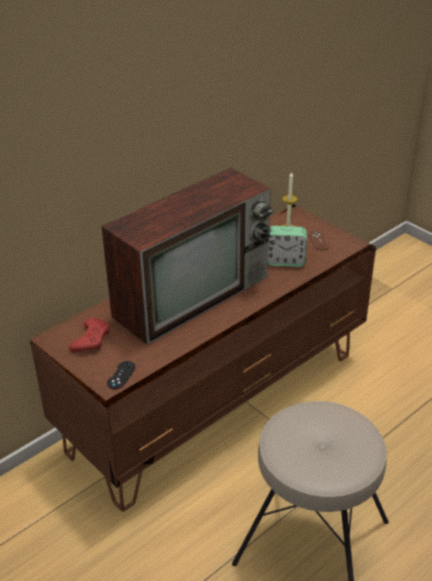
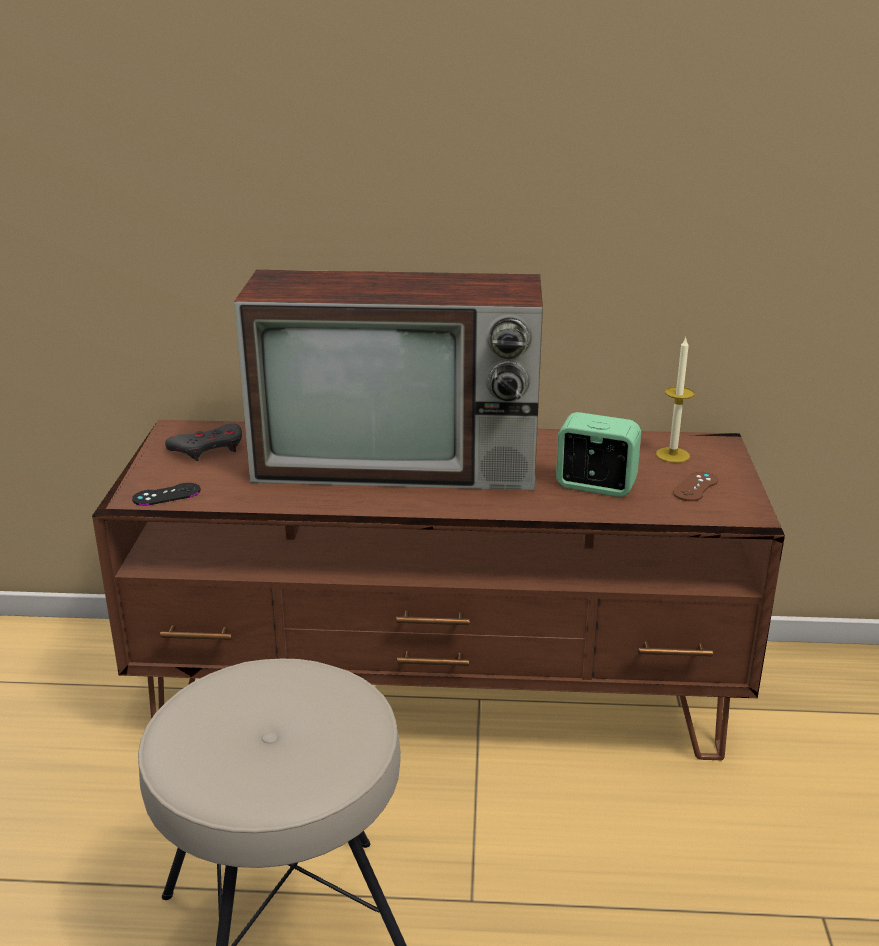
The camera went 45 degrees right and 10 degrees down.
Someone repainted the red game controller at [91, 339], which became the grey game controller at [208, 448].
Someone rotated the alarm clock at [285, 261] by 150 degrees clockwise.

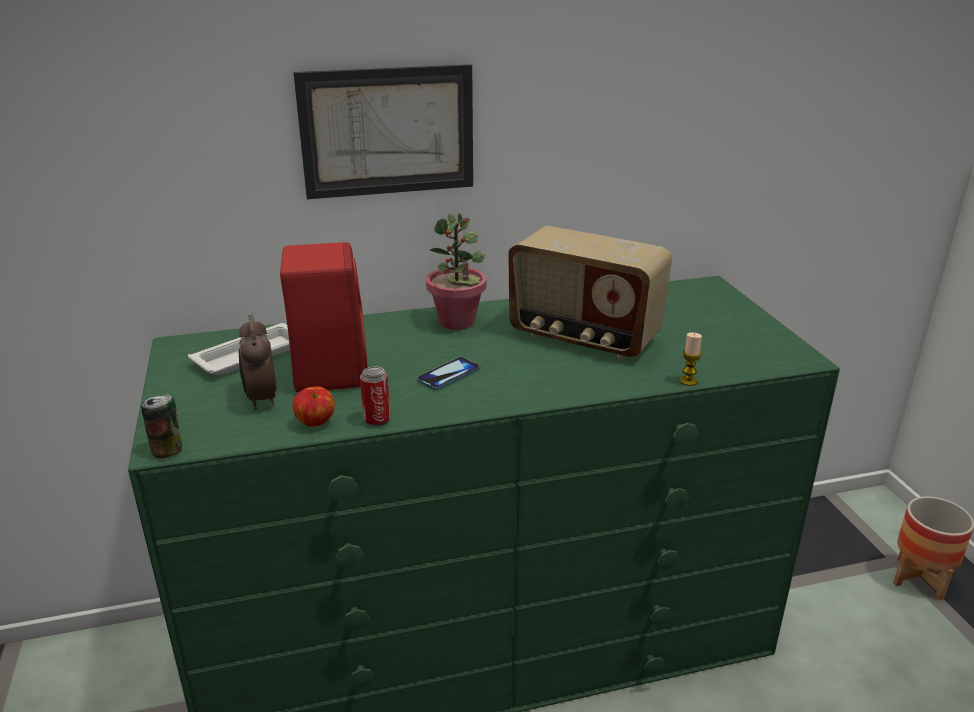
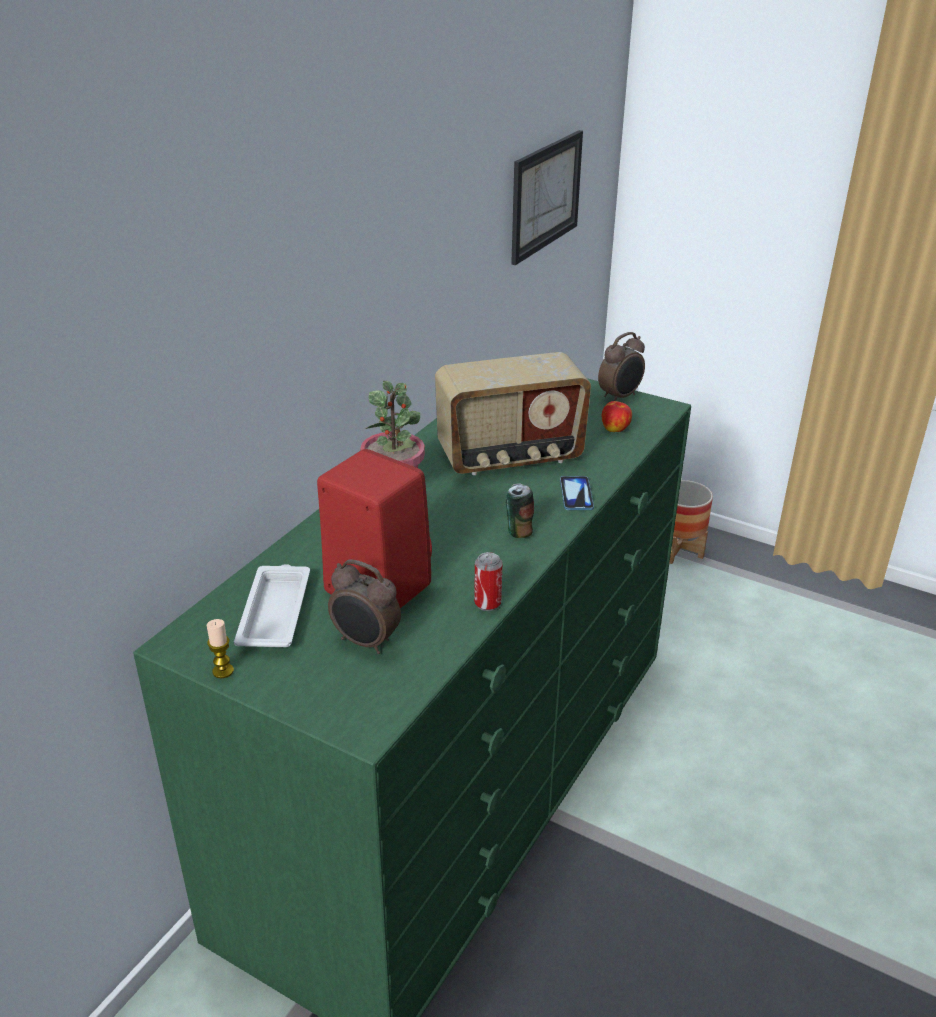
The camera went 45 degrees left and 5 degrees up.
Someone carried the can from [168, 450] to [518, 531].
Someone carried the apple from [316, 423] to [615, 429].
Someone carried the picture from [387, 131] to [545, 195].
Someone carried the phone from [448, 375] to [576, 494].
Someone carried the candle from [688, 381] to [223, 671].
Someone put down the alarm clock at [620, 397].

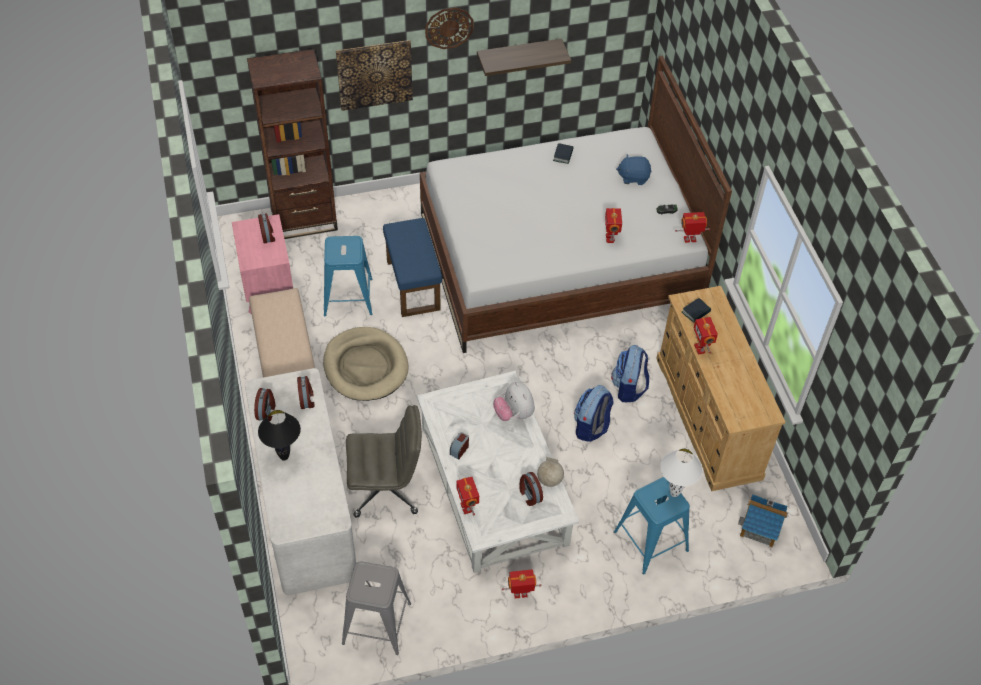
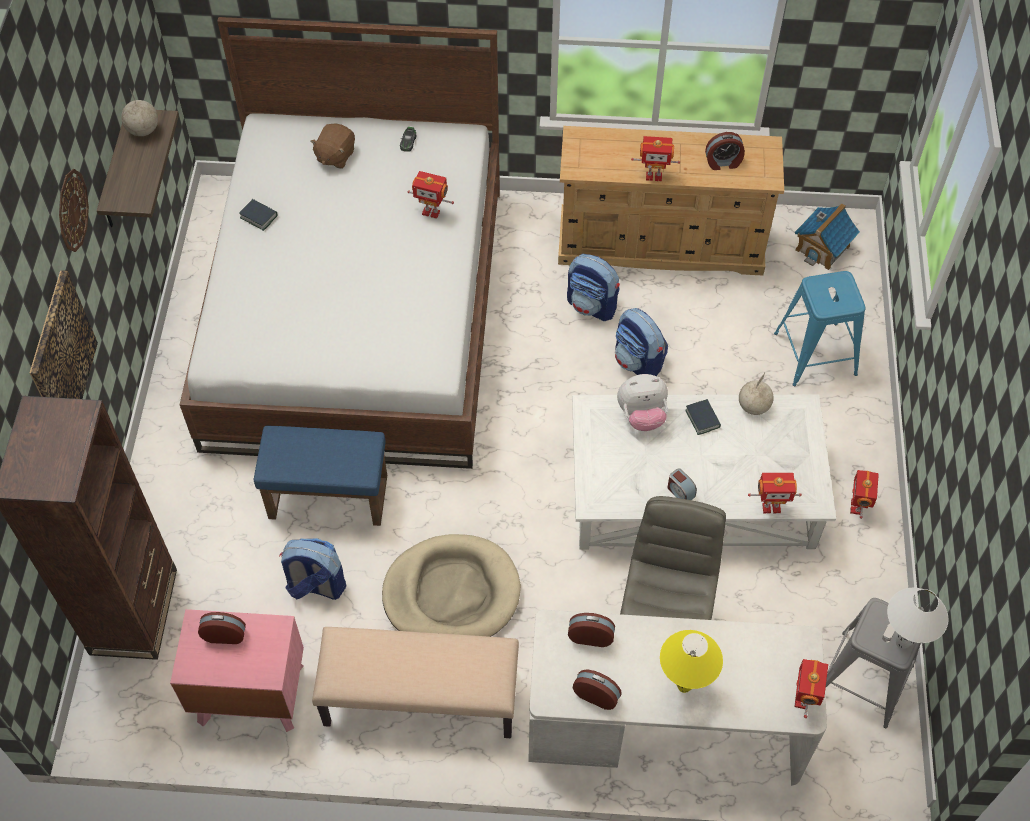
The camera went 70 degrees left and 5 degrees up.
Someone repainted the black table lamp at [284, 457], which became the yellow table lamp at [684, 686].
Someone swapped the blue stool at [348, 297] for the backpack at [315, 585].
Someone carried the alarm clock from [529, 495] to [723, 163].
Someone repainted the blue plush toy at [633, 177], which became the brown plush toy at [335, 156].
Someone carried the white table lamp from [674, 494] to [902, 644].
Someone carried the toy robot from [690, 240] to [803, 699].
Someone carried the book from [696, 312] to [702, 419].
Someone put down the globe at [143, 130].

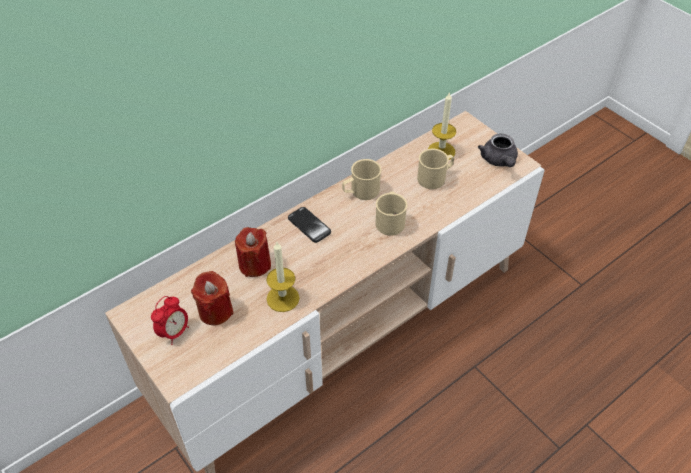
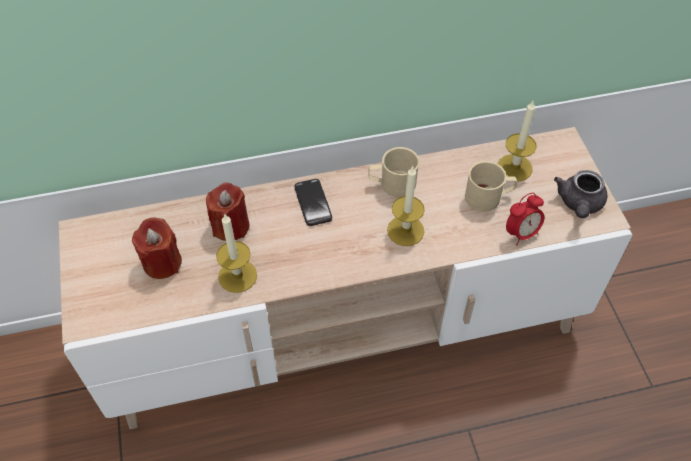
The camera went 25 degrees right and 5 degrees up.
Someone carried the alarm clock from [174, 332] to [521, 233].
Someone swapped the beige mug at [390, 220] for the candle at [405, 230].

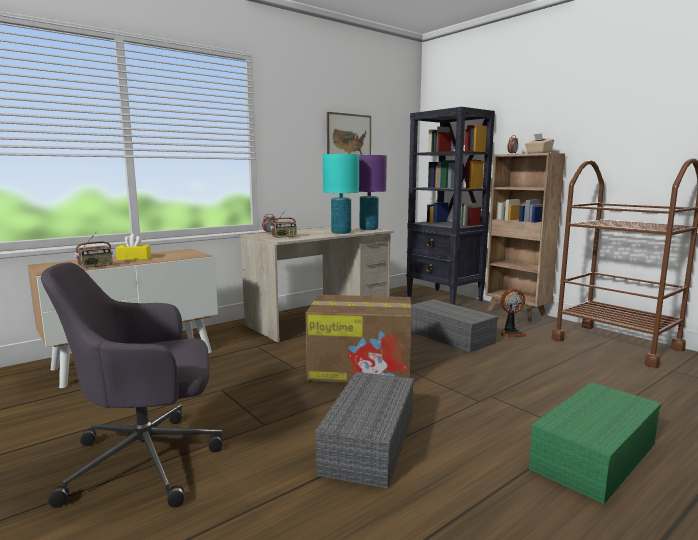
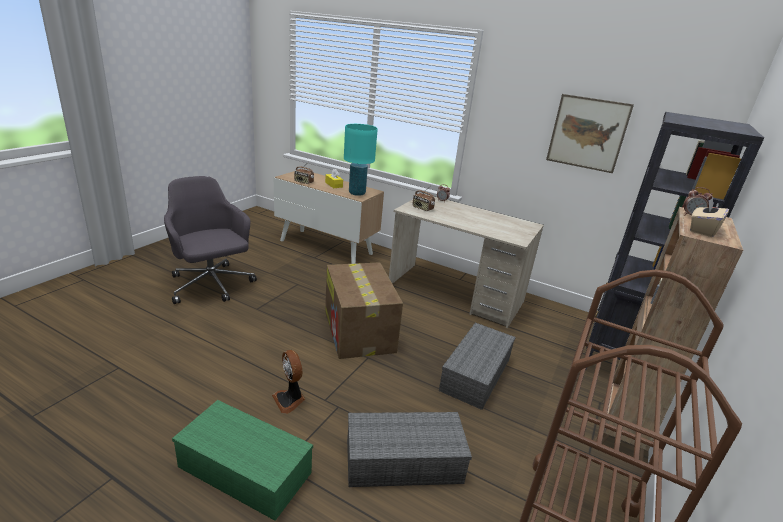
The camera went 65 degrees right and 15 degrees up.
Someone carried the grey storage box from [368, 441] to [405, 460].
Someone carried the turquoise table lamp from [341, 233] to [357, 193].
Someone took away the purple table lamp at [368, 229].
Someone carried the fan from [511, 333] to [290, 400].

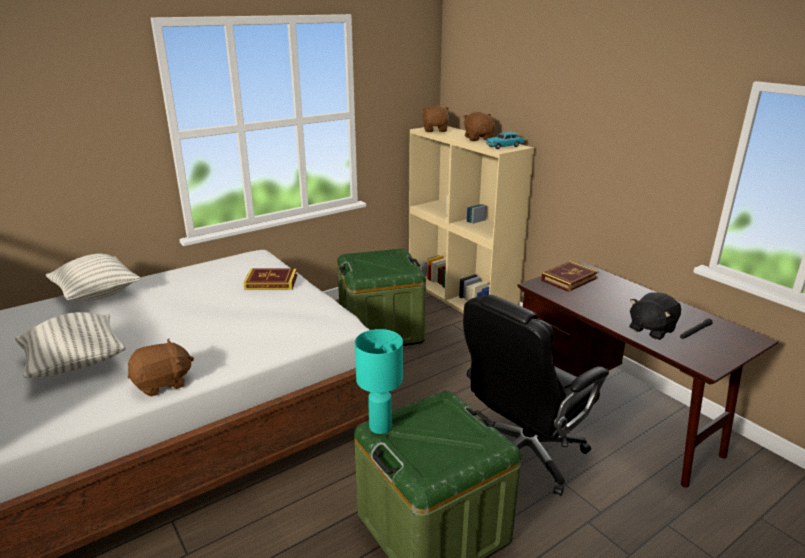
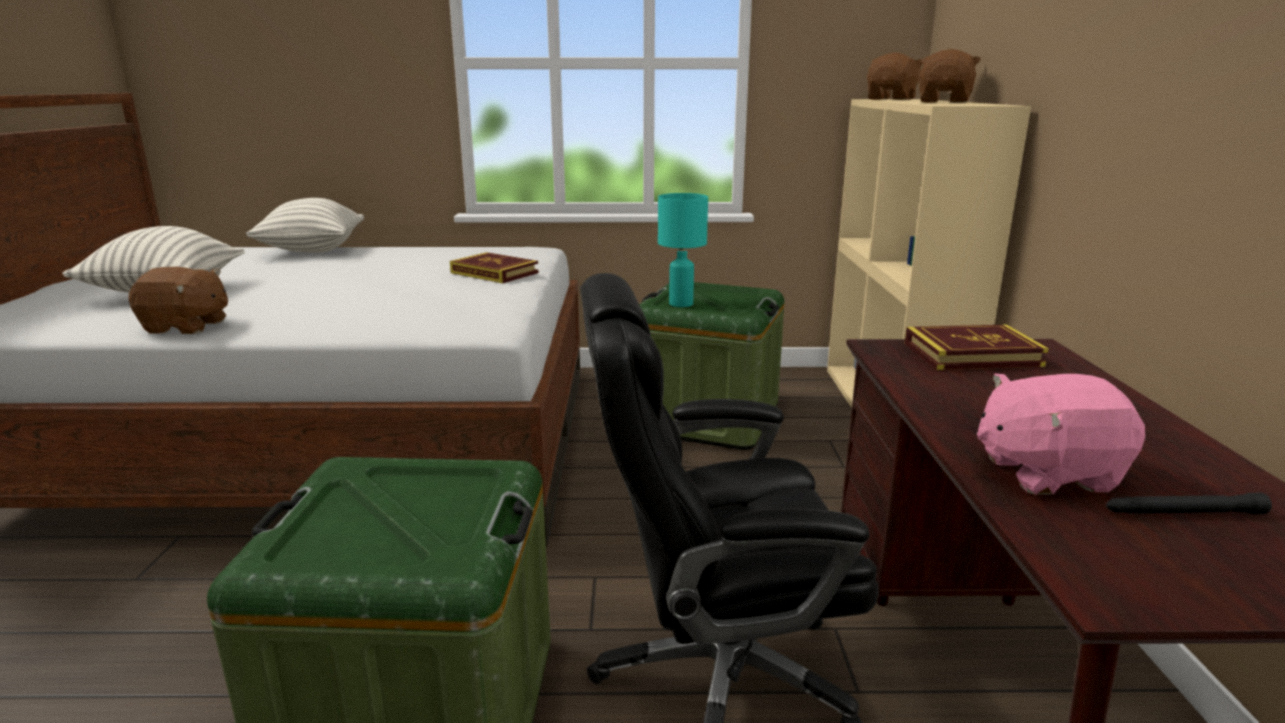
The camera went 35 degrees right and 5 degrees down.
Someone carried the turquoise table lamp from [380, 426] to [681, 303].
Someone took away the turquoise toy car at [504, 146].
Someone repainted the black plush toy at [651, 329], which became the pink plush toy at [1046, 472].

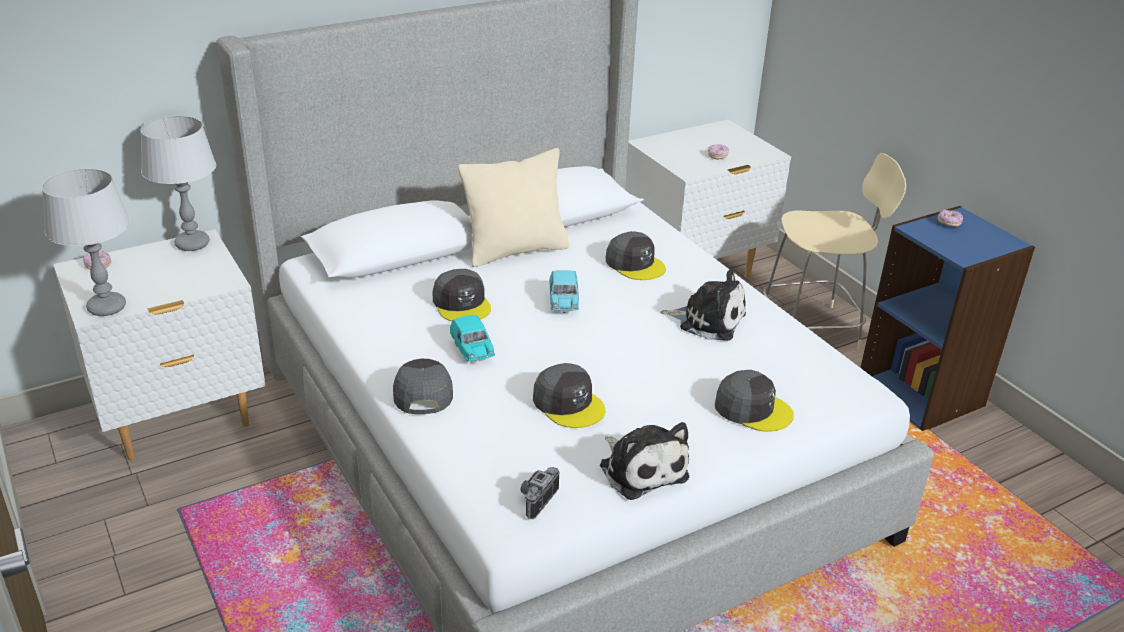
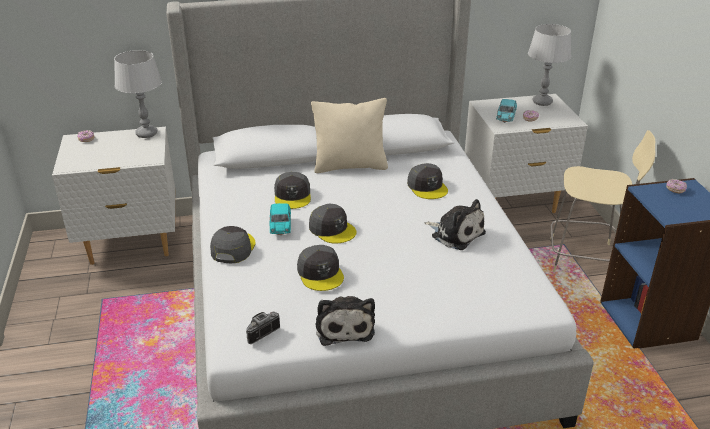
The camera went 20 degrees right and 0 degrees up.
Someone carried the grey table lamp from [106, 307] to [542, 102].
Someone carried the turquoise toy car from [563, 303] to [505, 118].
Someone carried the grey cap from [752, 409] to [332, 229].

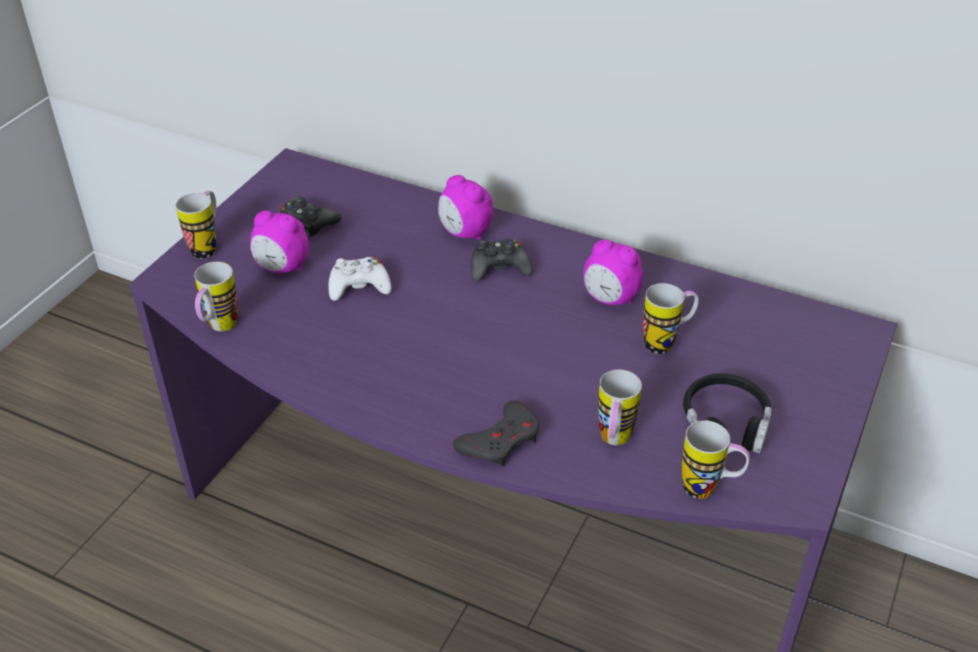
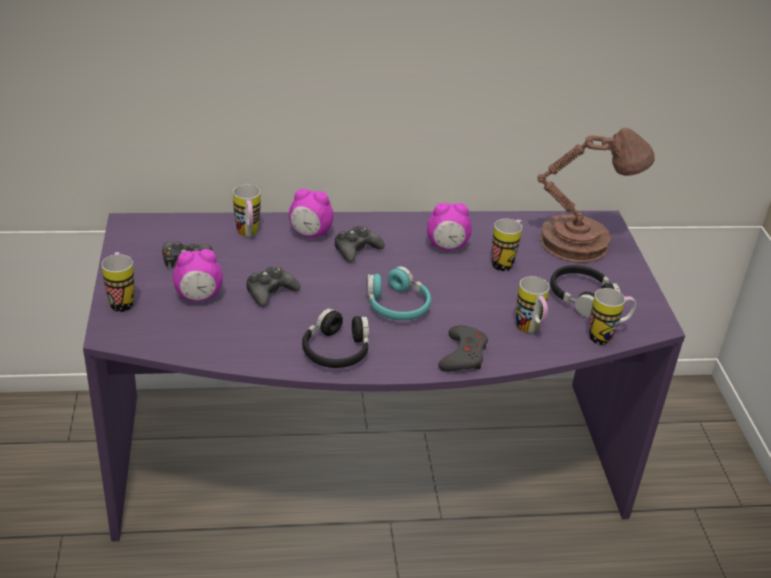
The camera went 35 degrees left and 5 degrees down.
Someone carried the mug from [219, 328] to [248, 235].
Someone repainted the white game controller at [359, 286], which became the black game controller at [270, 292].
Someone put down the black headphones at [336, 350].
Someone put down the turquoise headphones at [396, 305].
Someone put down the brown table lamp at [580, 243].

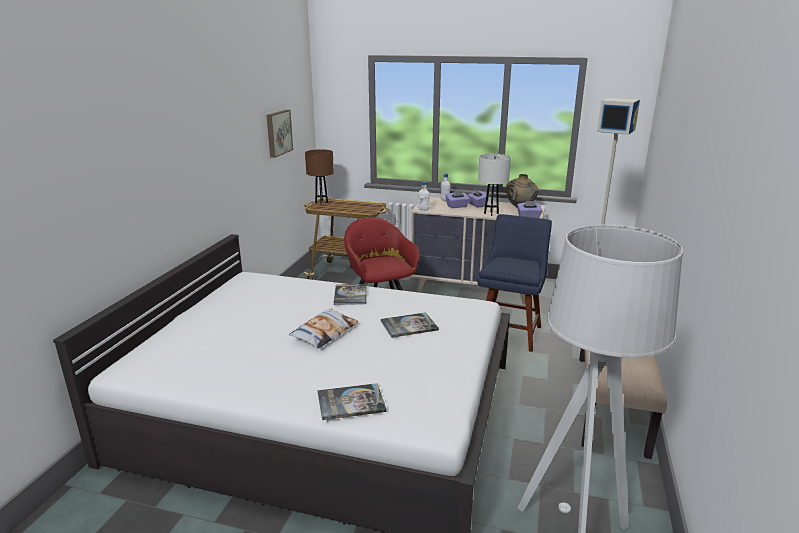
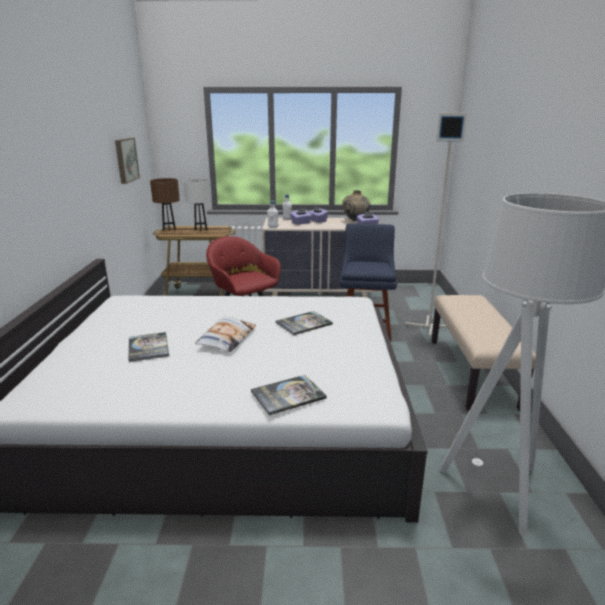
The camera went 15 degrees left and 0 degrees up.
Someone carried the book from [350, 295] to [148, 347].
Someone carried the white table lamp from [491, 213] to [201, 229].

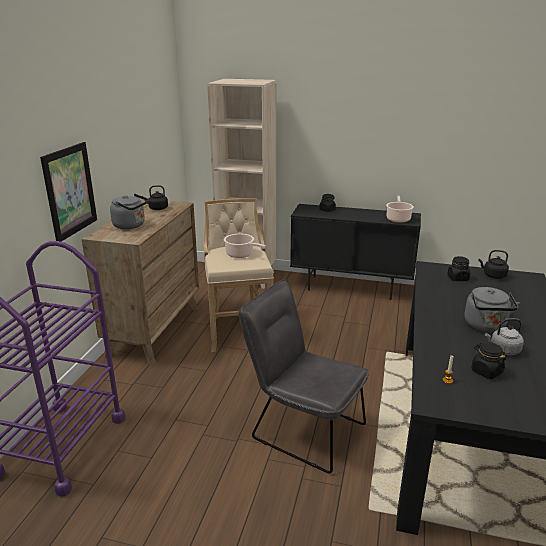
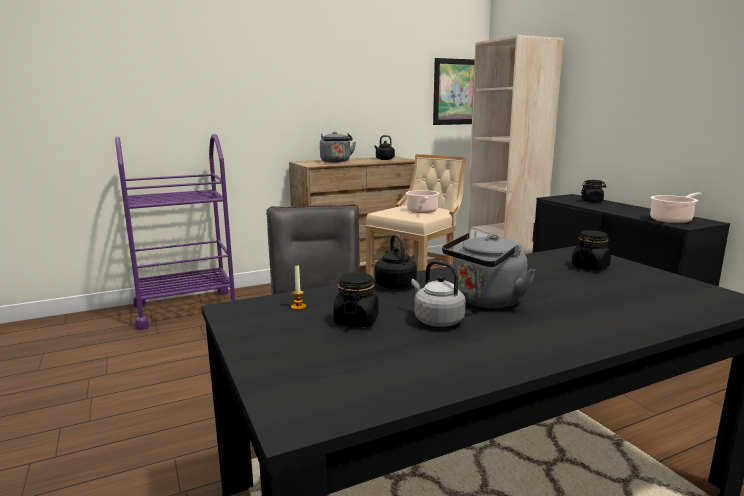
The camera went 50 degrees right and 10 degrees down.
Someone carried the picture from [70, 191] to [455, 92].
Someone carried the black kettle from [493, 275] to [394, 284].

